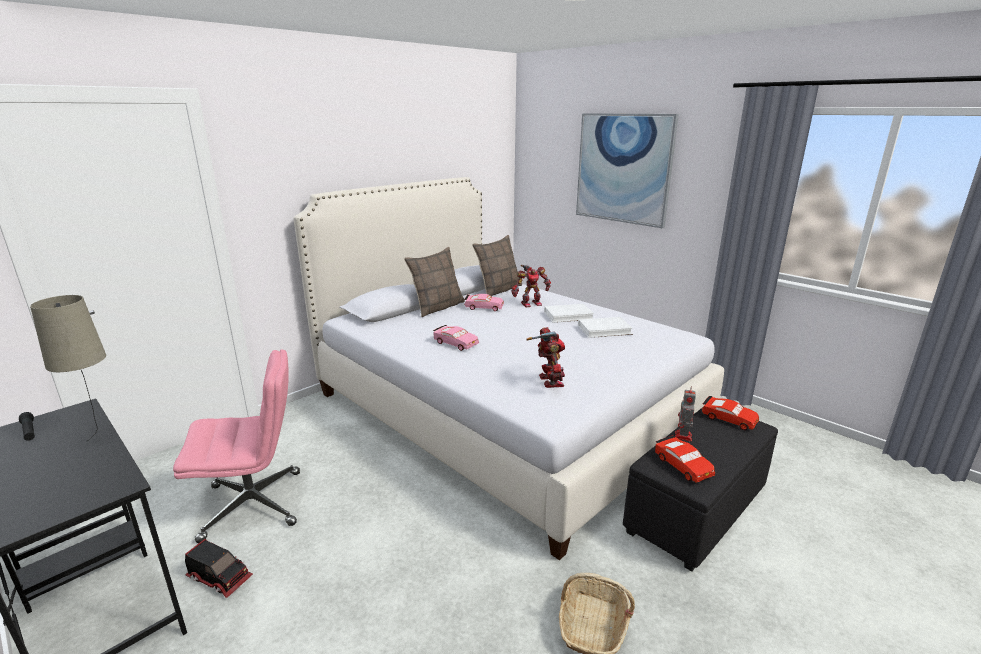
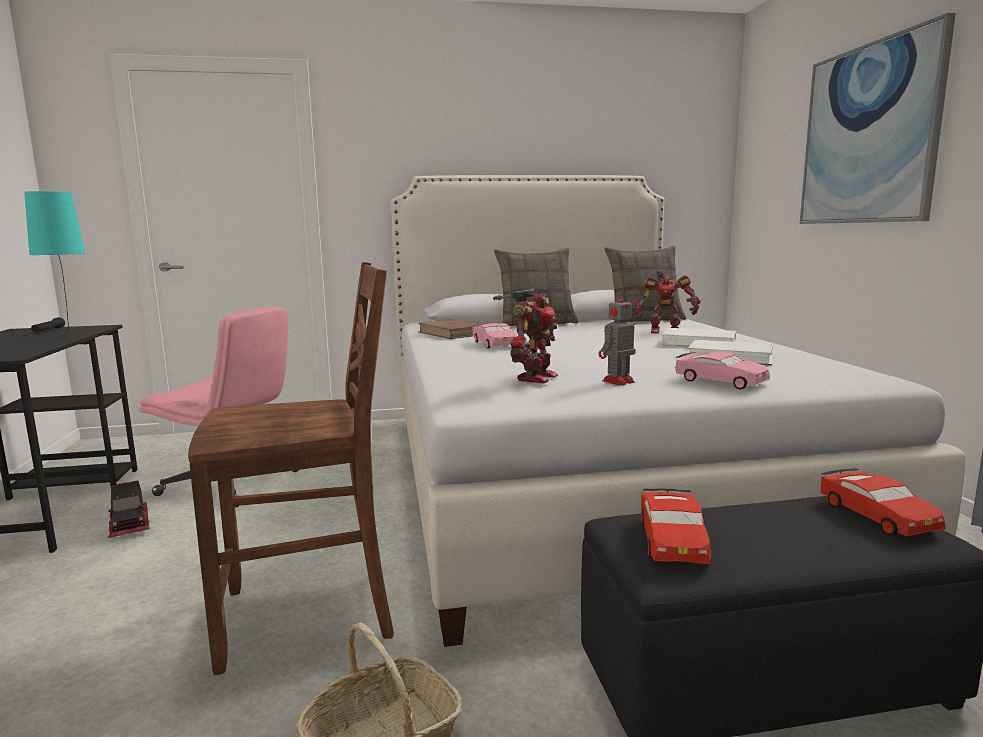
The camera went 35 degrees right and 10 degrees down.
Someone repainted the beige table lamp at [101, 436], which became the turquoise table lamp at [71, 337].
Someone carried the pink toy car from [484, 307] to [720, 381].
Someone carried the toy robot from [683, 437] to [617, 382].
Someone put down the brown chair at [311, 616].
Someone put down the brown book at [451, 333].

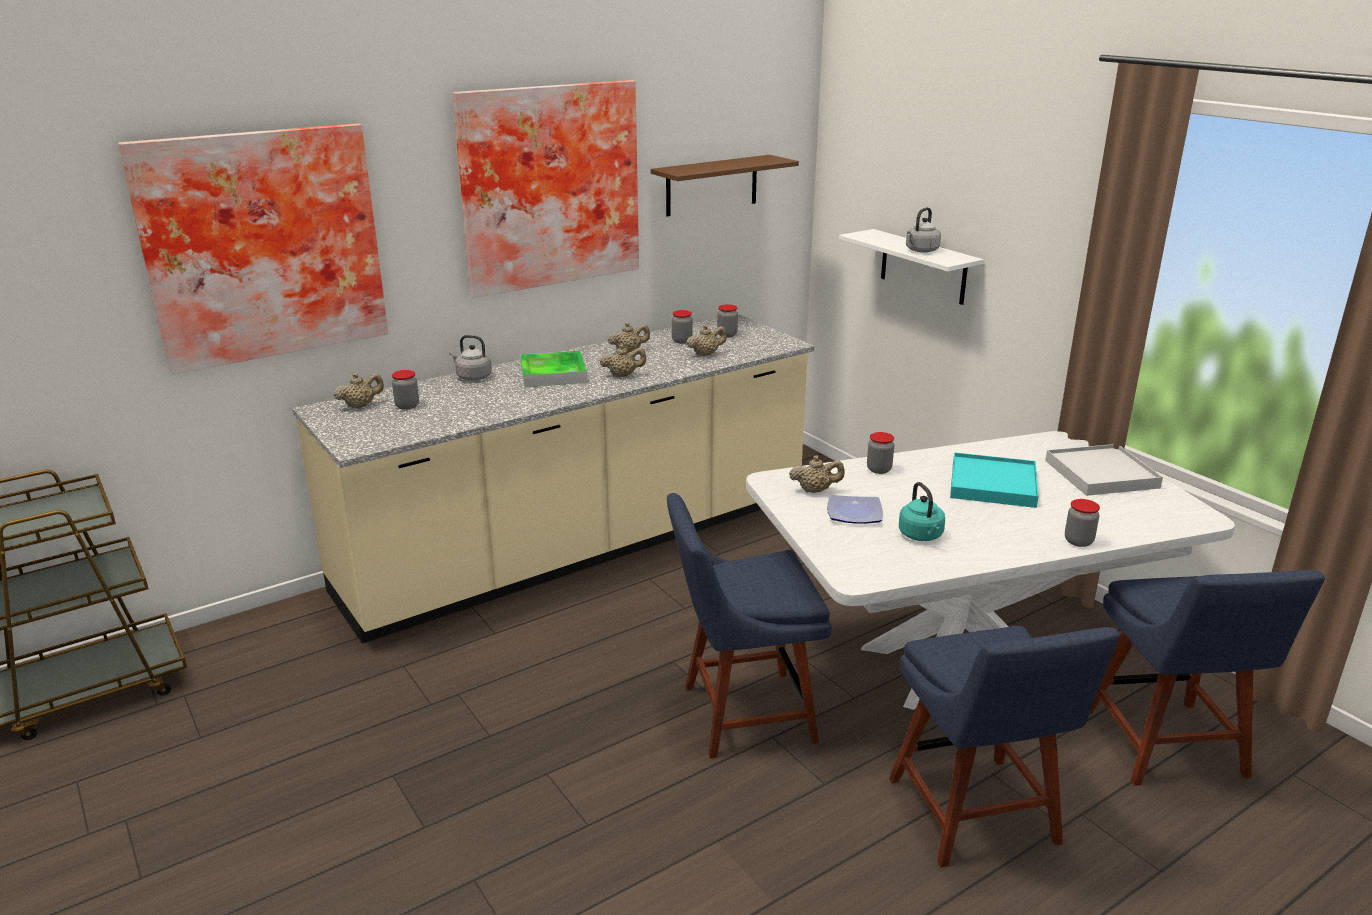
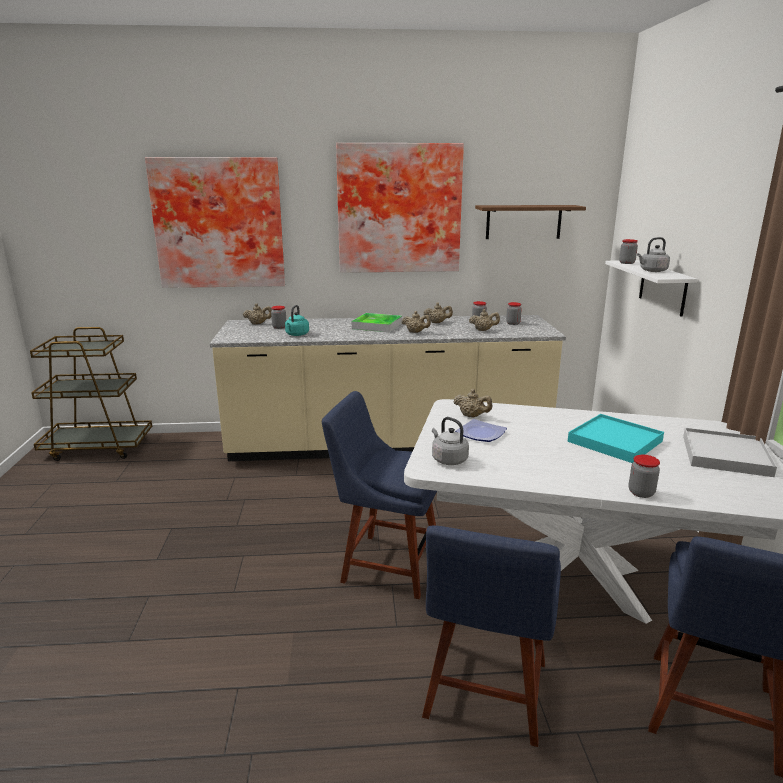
The camera went 30 degrees right and 5 degrees down.
Someone carried the grey kettle from [472, 377] to [448, 459].
Someone carried the jar from [879, 469] to [626, 263].
Someone carried the turquoise kettle from [921, 536] to [296, 335].

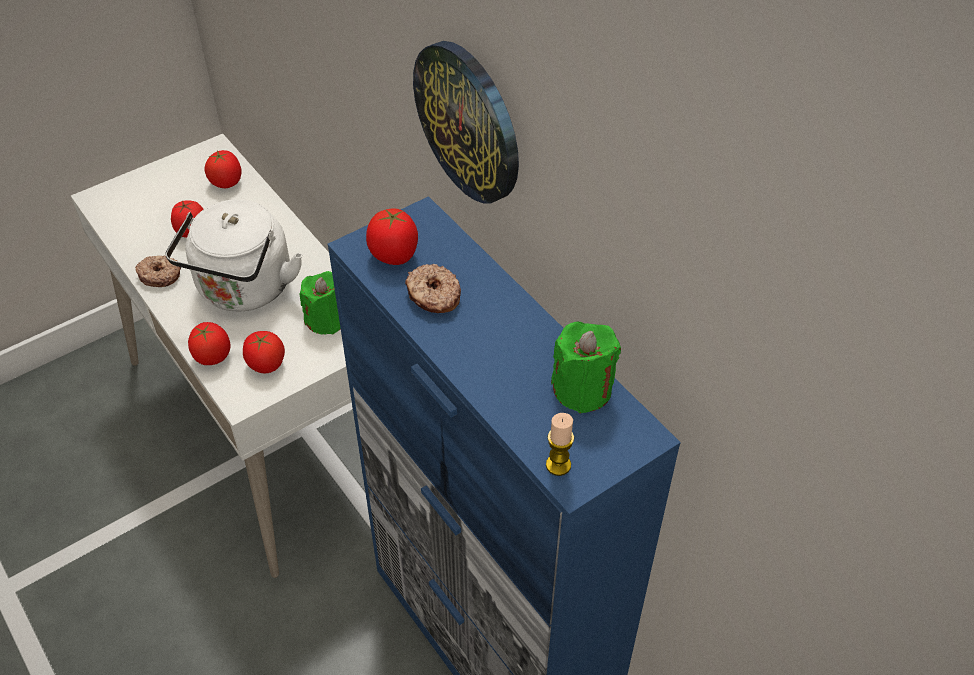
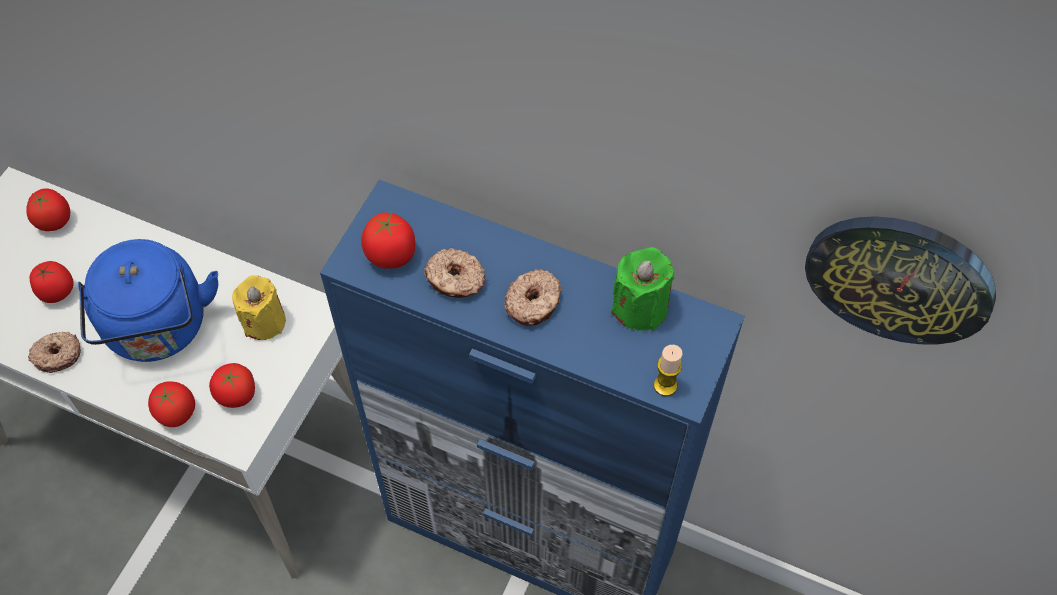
The camera went 30 degrees left and 10 degrees up.
Someone repainted the white kettle at [243, 290], which became the blue kettle at [159, 330].
Someone repainted the green candle at [326, 320], which became the yellow candle at [264, 321].
Someone carried the wall clock from [469, 121] to [899, 277].
Someone put down the donut at [534, 303].

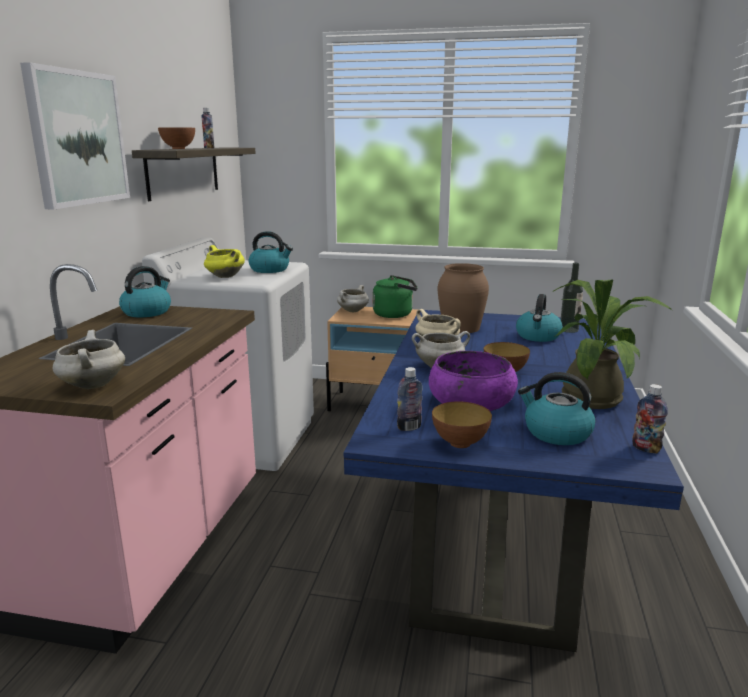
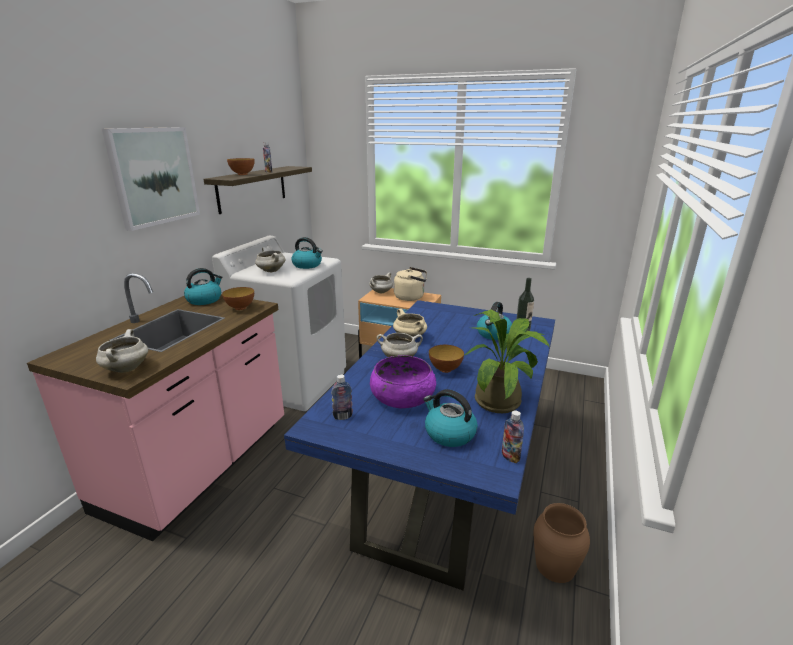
The camera went 10 degrees right and 5 degrees up.
Someone repainted the yellow cooking pot at [224, 277], which became the white cooking pot at [271, 271].
Someone repainted the green kettle at [395, 314], which became the beige kettle at [411, 297].
Someone carried the bowl from [460, 443] to [240, 308].
Someone carried the brown vase from [461, 328] to [555, 566].

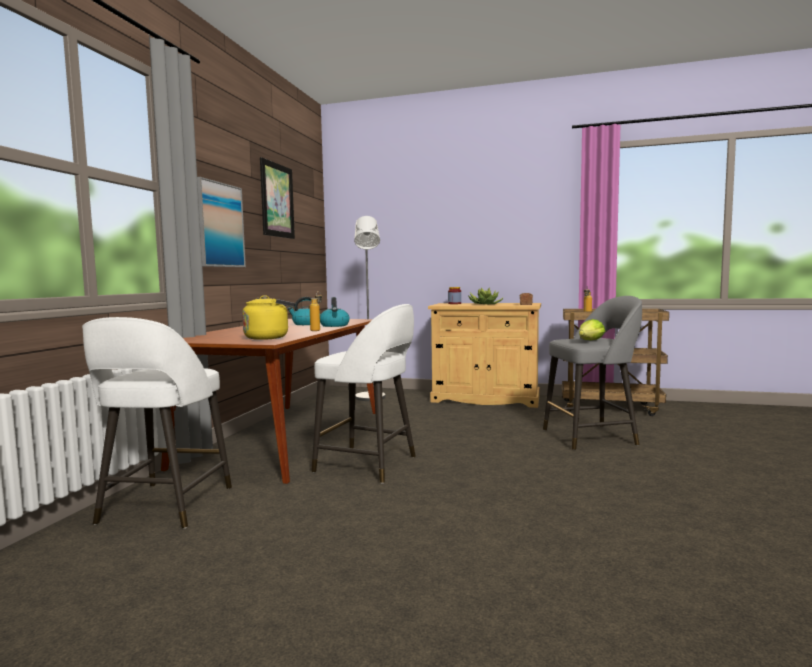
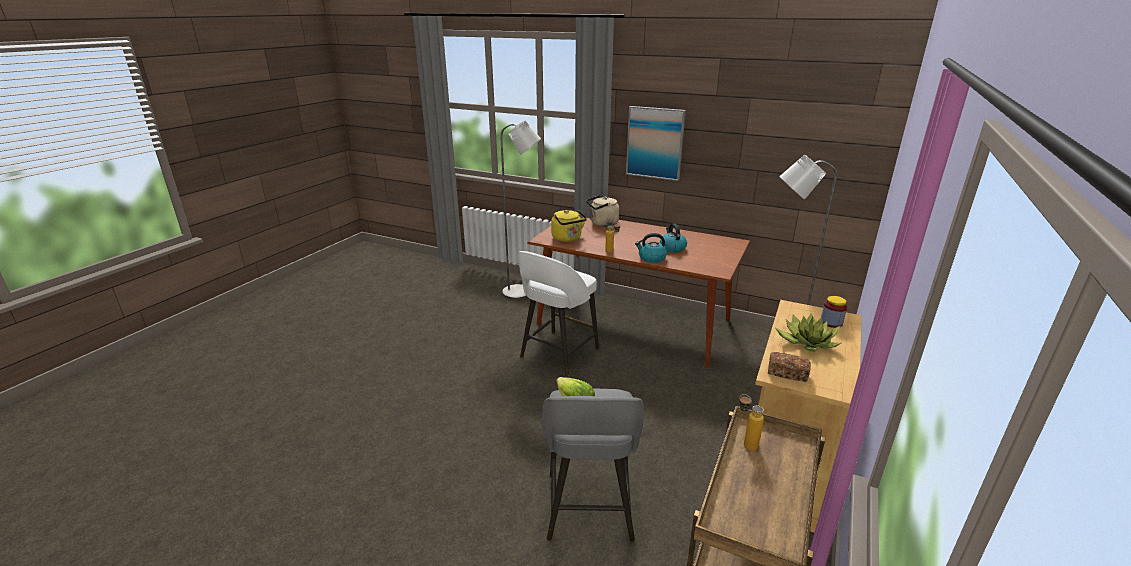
The camera went 100 degrees right and 20 degrees up.
Someone swapped the white stool at [164, 506] for the grey floor lamp at [522, 294].
Someone took away the picture at [277, 200].
Someone put down the beige kettle at [602, 224].

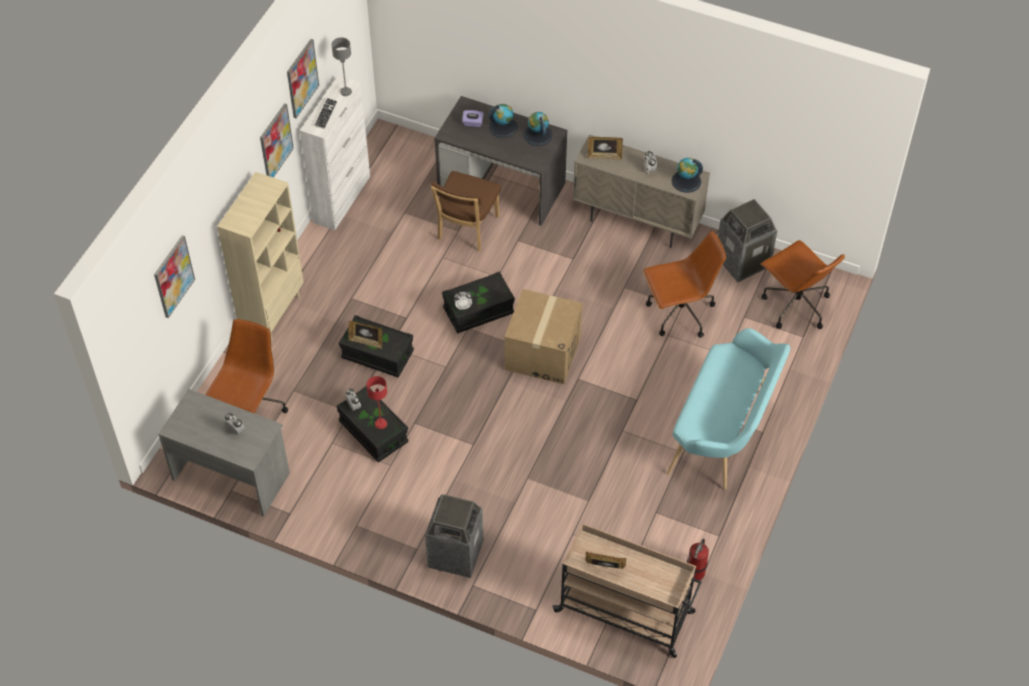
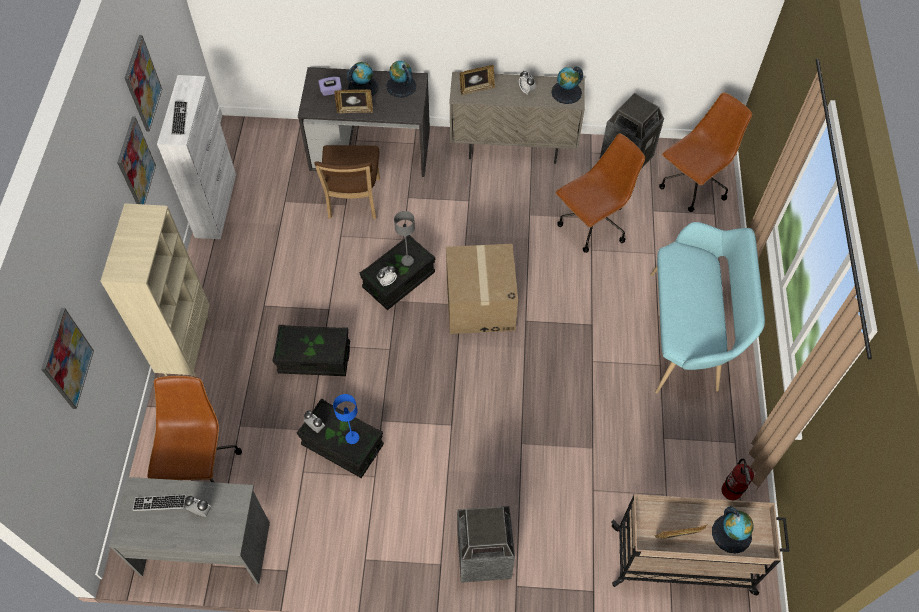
The camera went 20 degrees left and 5 degrees up.
Someone carried the grey table lamp from [346, 92] to [407, 260].
Someone carried the picture frame from [366, 341] to [355, 110].
Someone repainted the red table lamp at [381, 423], which became the blue table lamp at [352, 437].
Someone rotated the brown office chair at [795, 305] by 75 degrees counterclockwise.
Someone put down the keyboard at [159, 503].
Someone put down the globe at [731, 533].

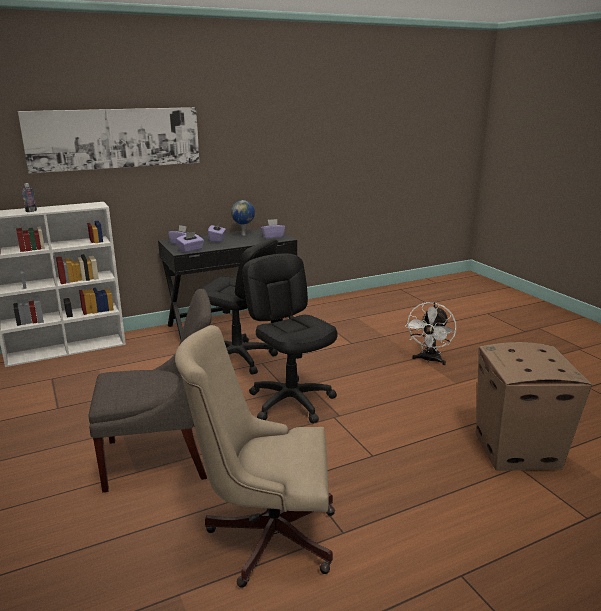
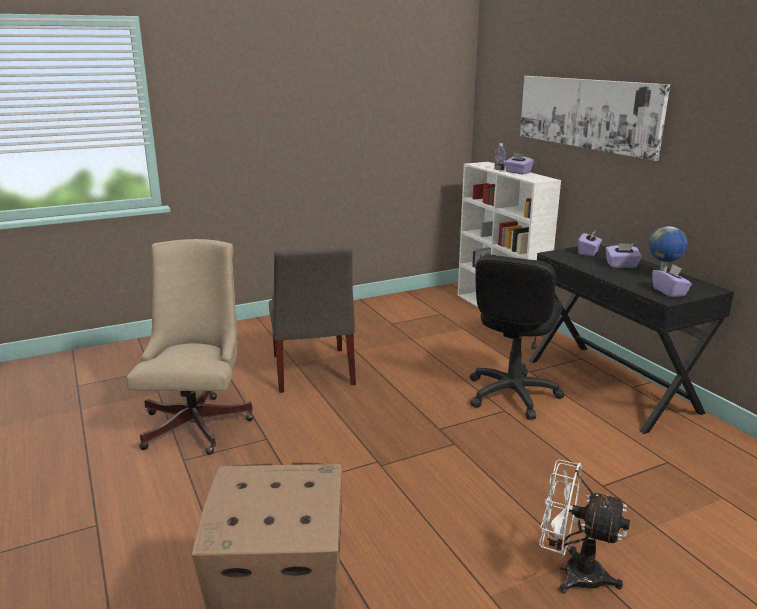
The camera went 90 degrees right and 0 degrees up.
Someone carried the purple tissue box from [191, 250] to [517, 172].
Someone took away the black office chair at [291, 401].

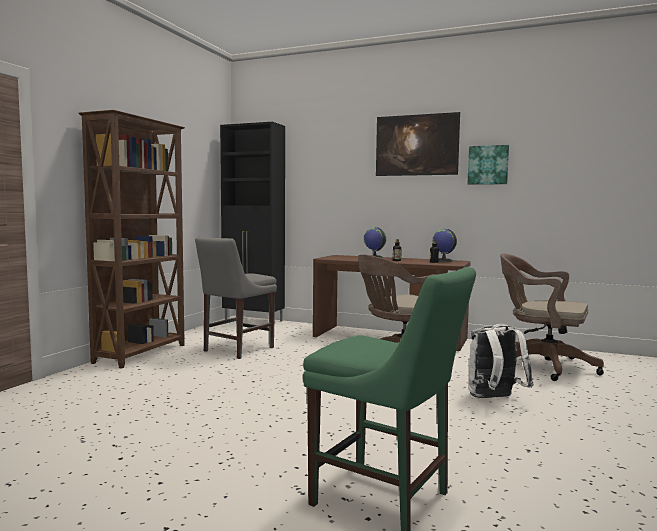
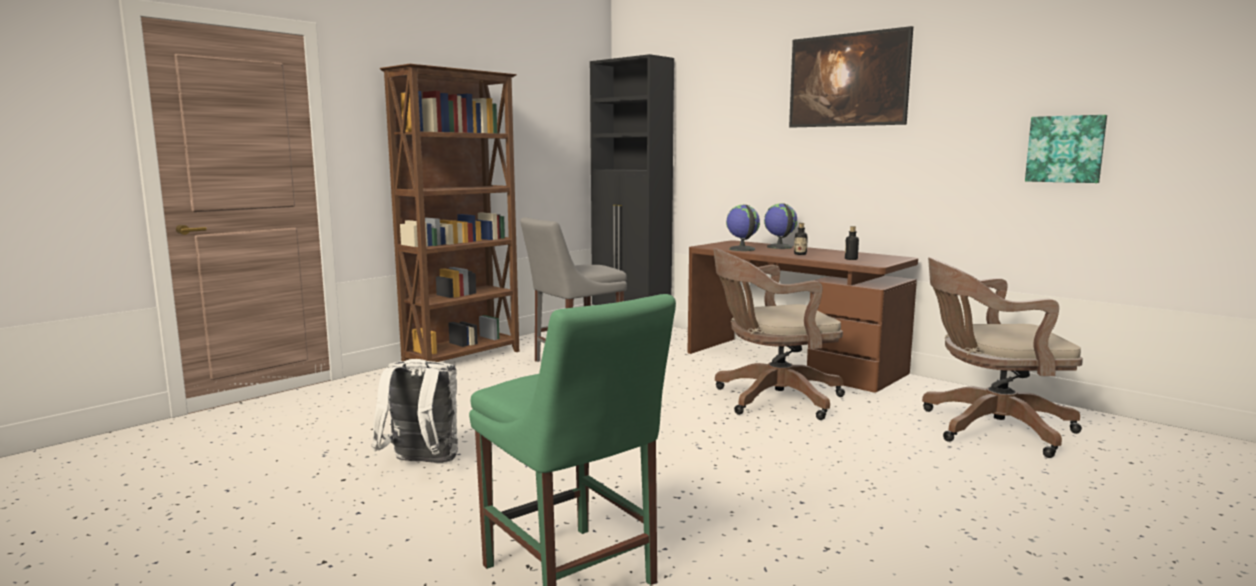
The camera went 20 degrees right and 5 degrees up.
Someone carried the globe from [443, 260] to [741, 249].
Someone carried the picture from [488, 165] to [1065, 149].
Someone carried the white backpack from [494, 399] to [421, 464].
Someone rotated the brown office chair at [542, 365] by 45 degrees counterclockwise.

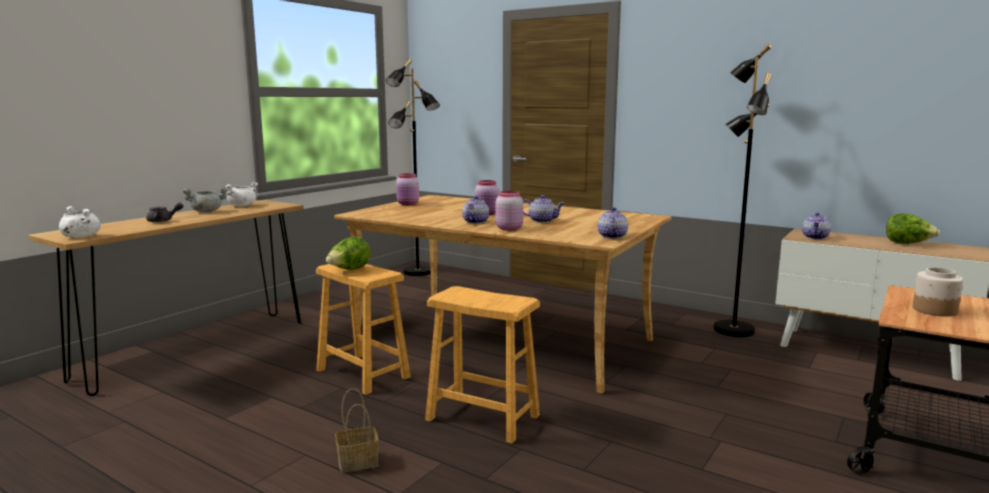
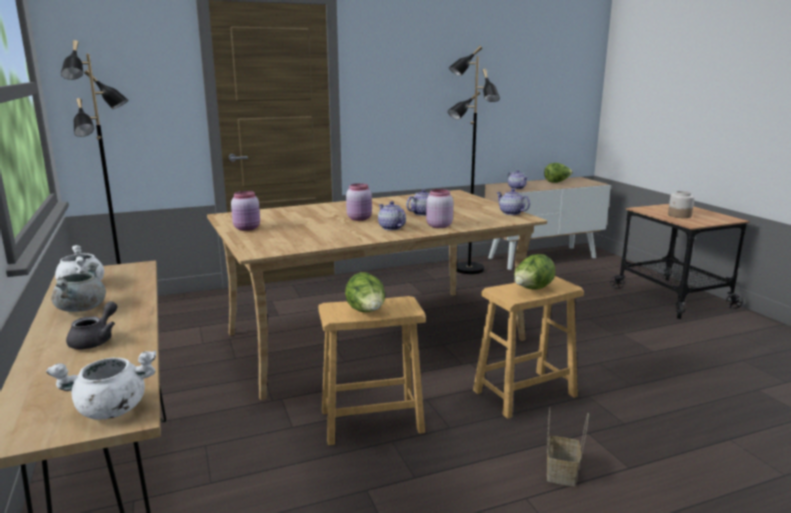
The camera went 55 degrees left and 5 degrees up.
Someone put down the lettuce at [532, 290].

